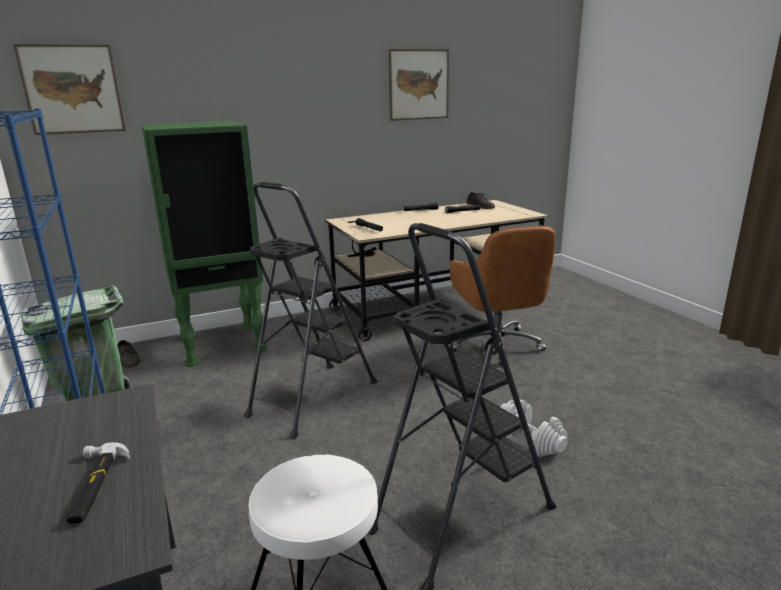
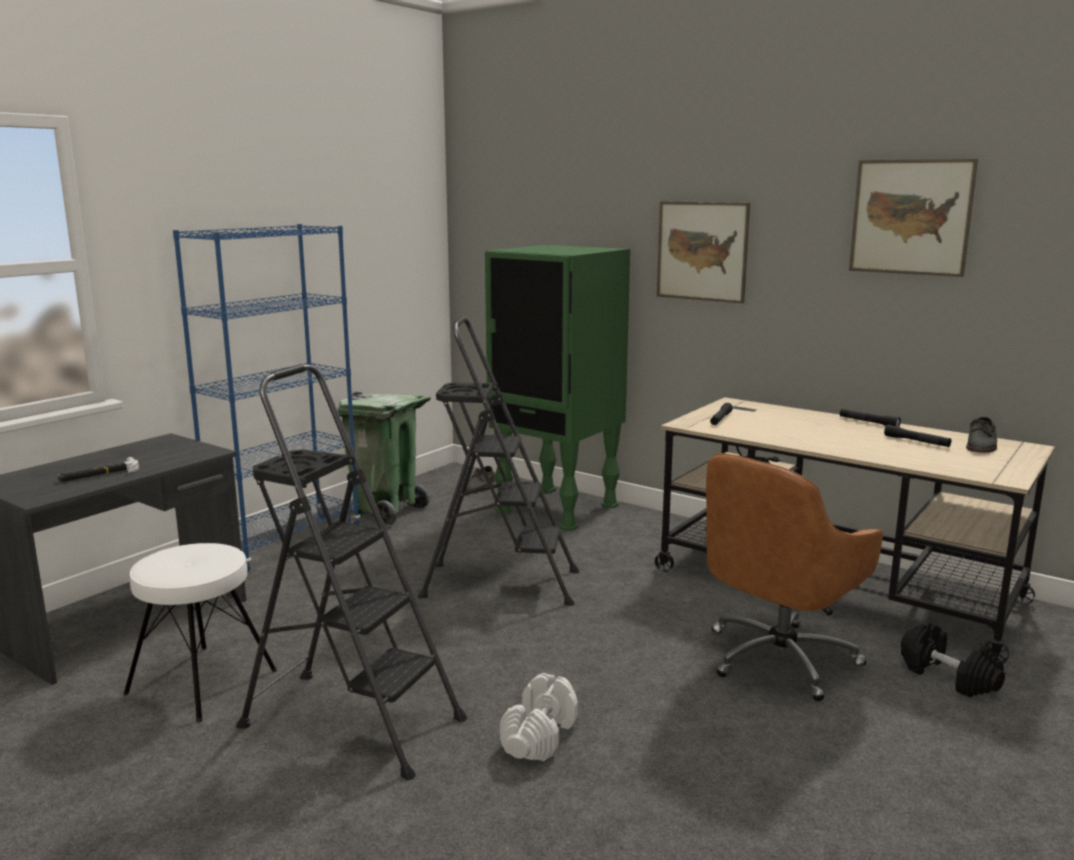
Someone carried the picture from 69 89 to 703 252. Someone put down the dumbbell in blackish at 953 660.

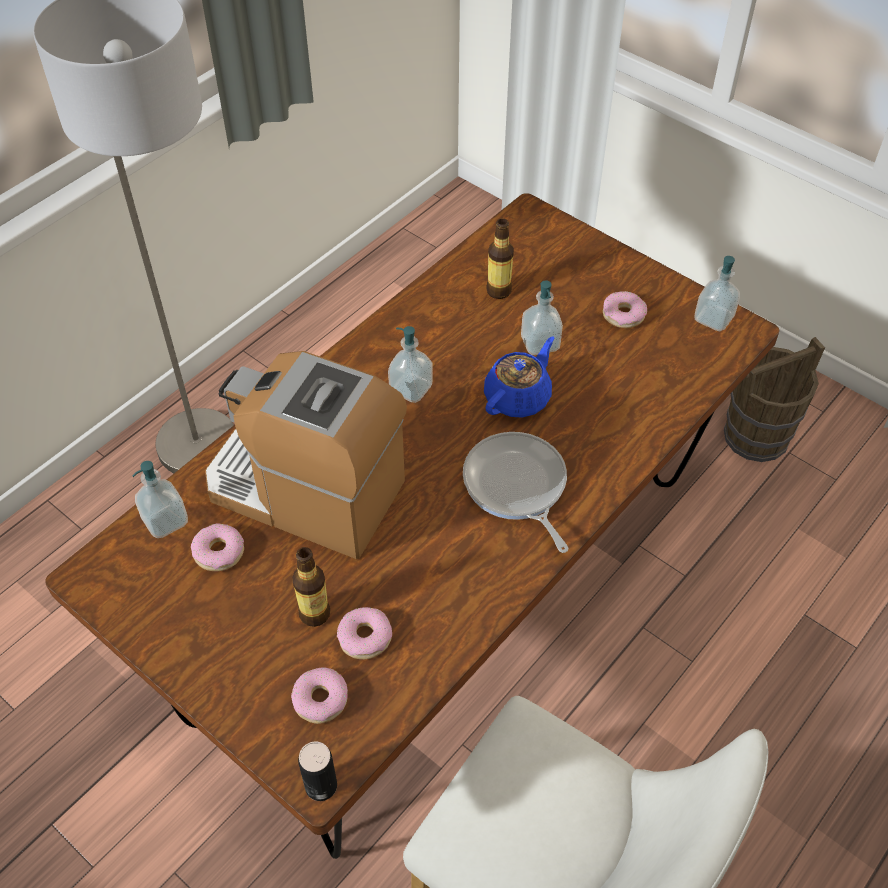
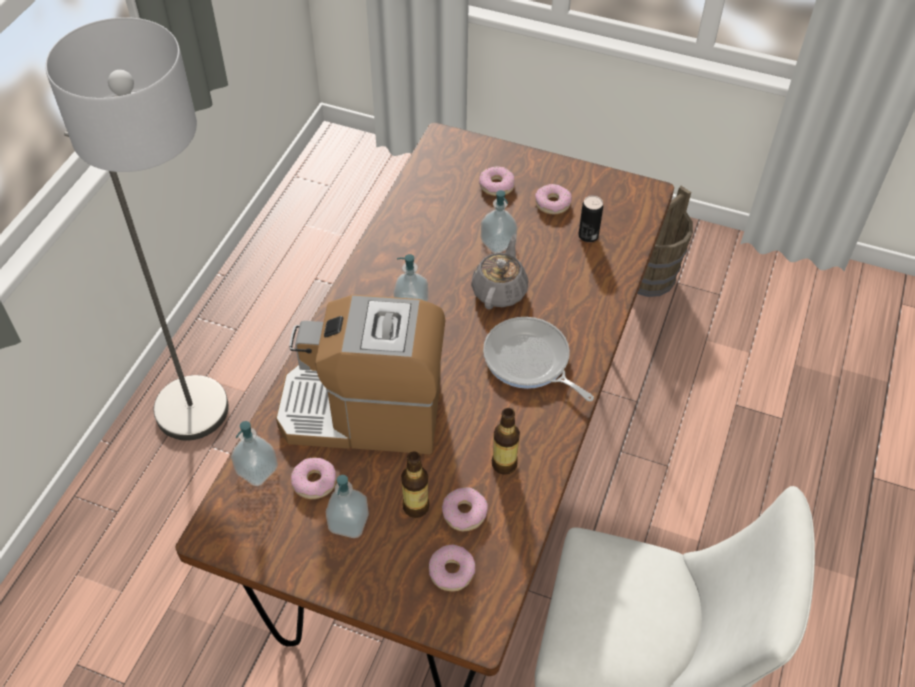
Someone carried the drink bottle from 500 259 to 506 441. Someone carried the liquid soap bottle from 717 293 to 347 506. Someone repainted the teapot in bluish at 519 377, which became the teapot in greyish at 499 271. Someone carried the can from 317 771 to 590 218. Someone put down the doughnut at 496 181.

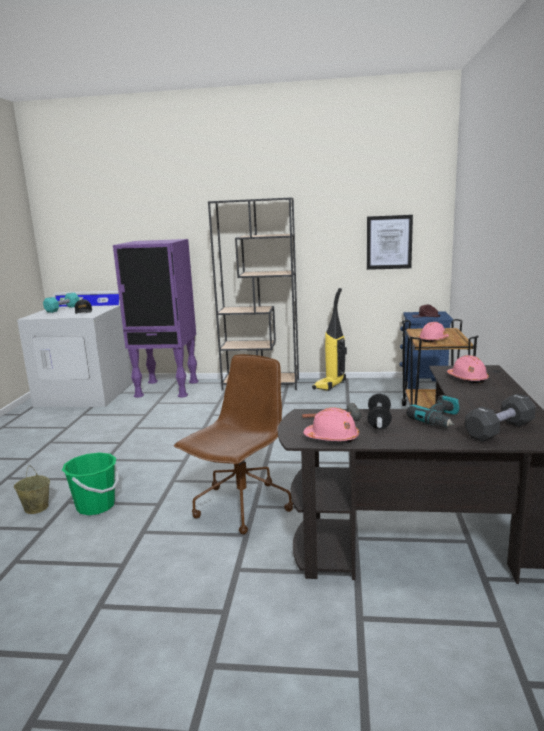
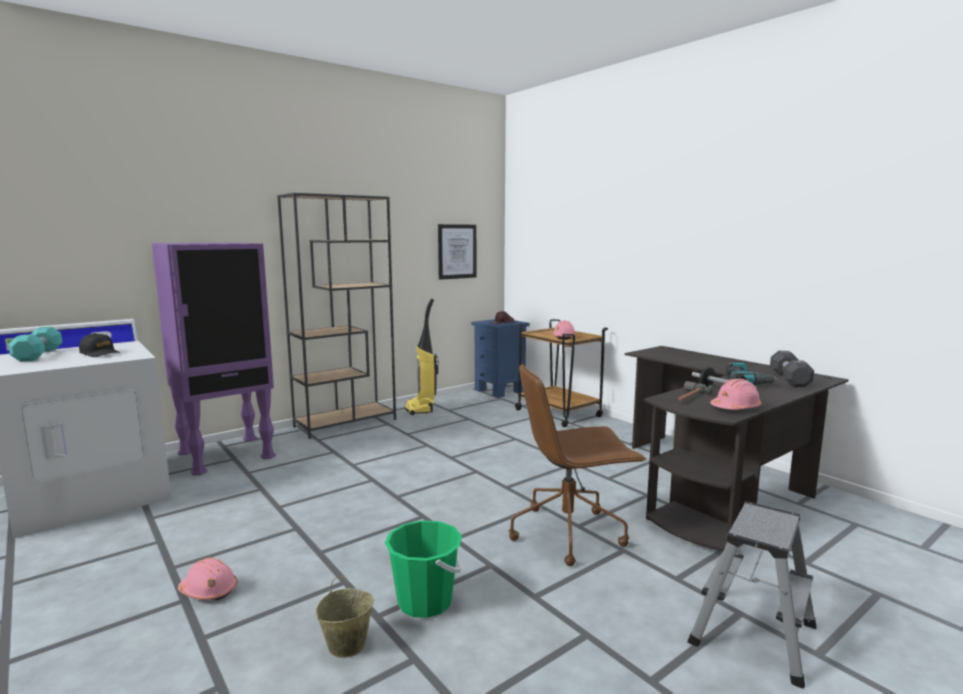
Someone rotated the computer chair in brownish at 233 444 by 90 degrees counterclockwise. Someone carried the work helmet in pink-coloured from 468 369 to 208 579. Someone put down the stepladder in greyish at 752 595.

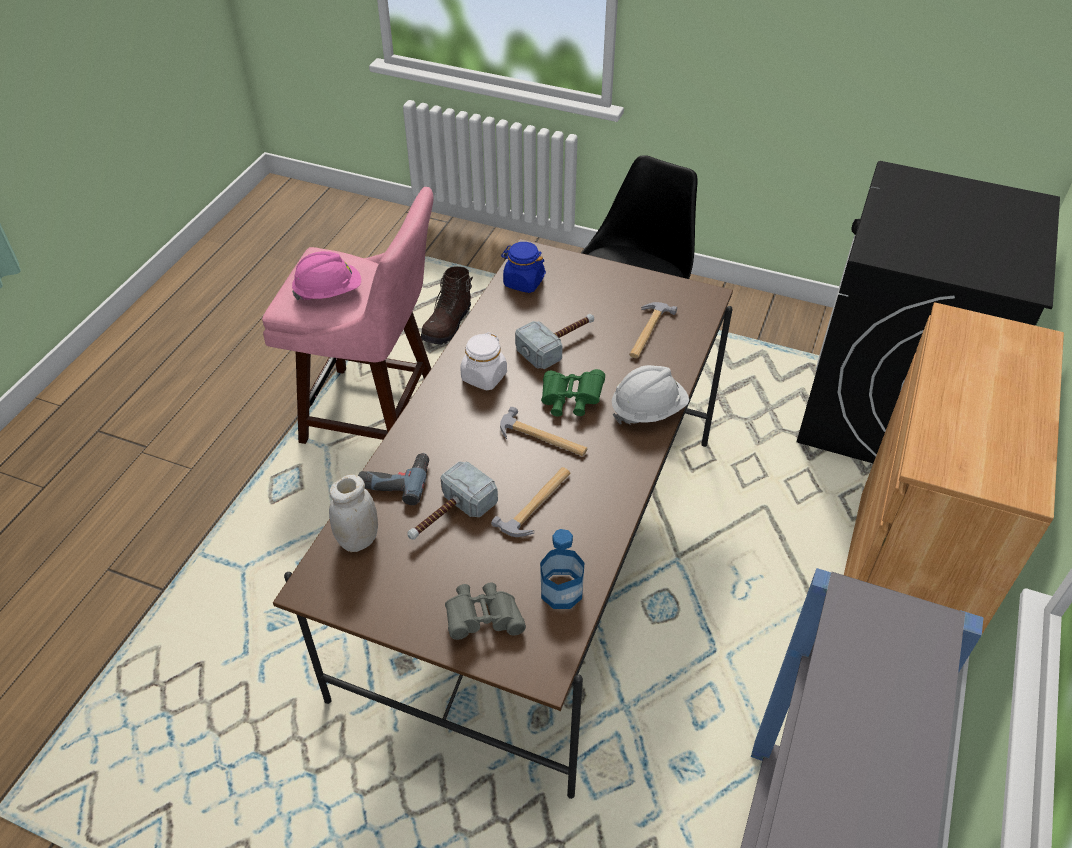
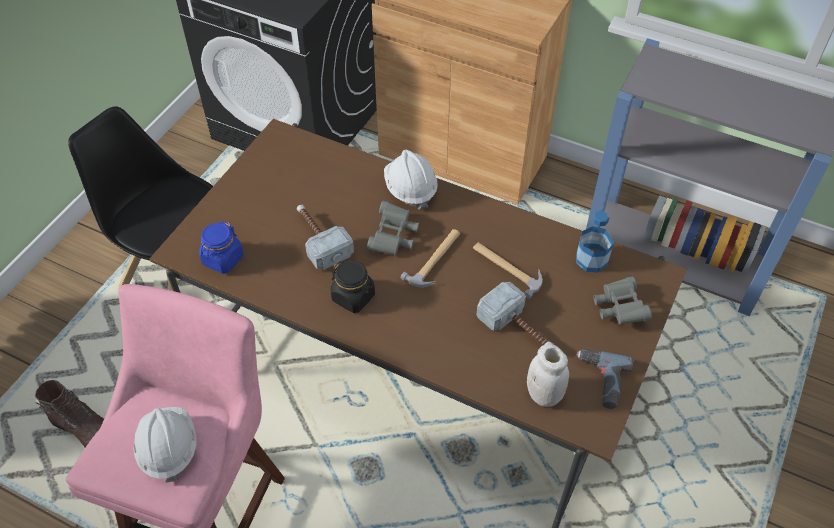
Someone repainted the work helmet in pink-coloured at 326 276, which became the work helmet in white at 165 445. Someone took away the hand hammer at 653 330. Someone repainted the jar in white at 483 361, which became the jar in blackish at 353 287. Someone repainted the pair of binoculars in green-coloured at 573 392, which became the pair of binoculars in greyish at 393 228. Someone carried the drill from 393 479 to 605 379.

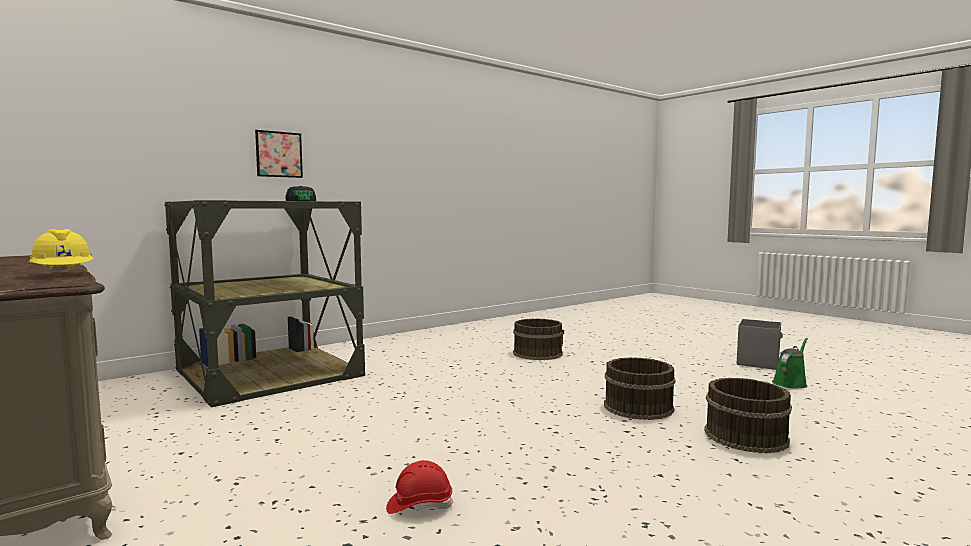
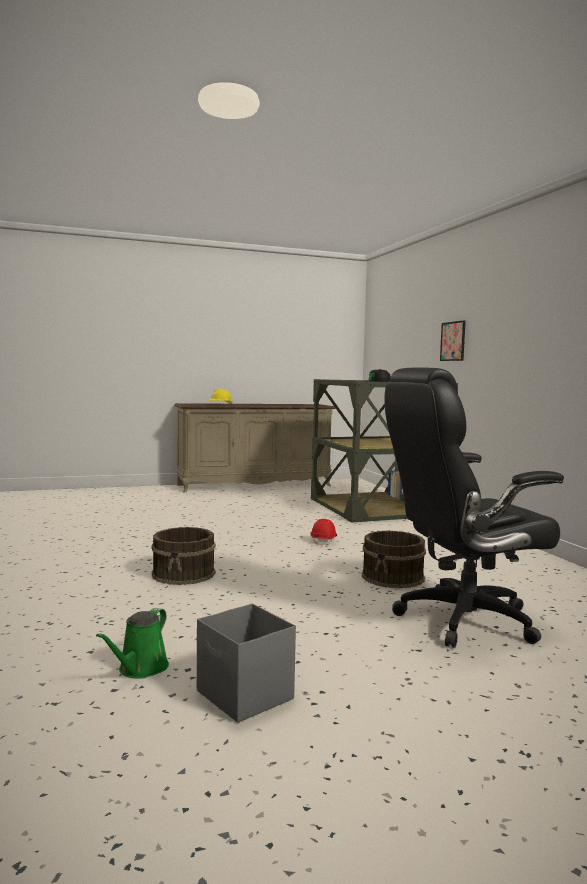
Someone rotated the sprinkling can in green-coloured at 790 363 by 45 degrees clockwise. Someone took away the water bucket in brownish at 748 415. Someone carried the work helmet in red from 419 487 to 323 532. Someone put down the computer chair in blackish at 474 508.

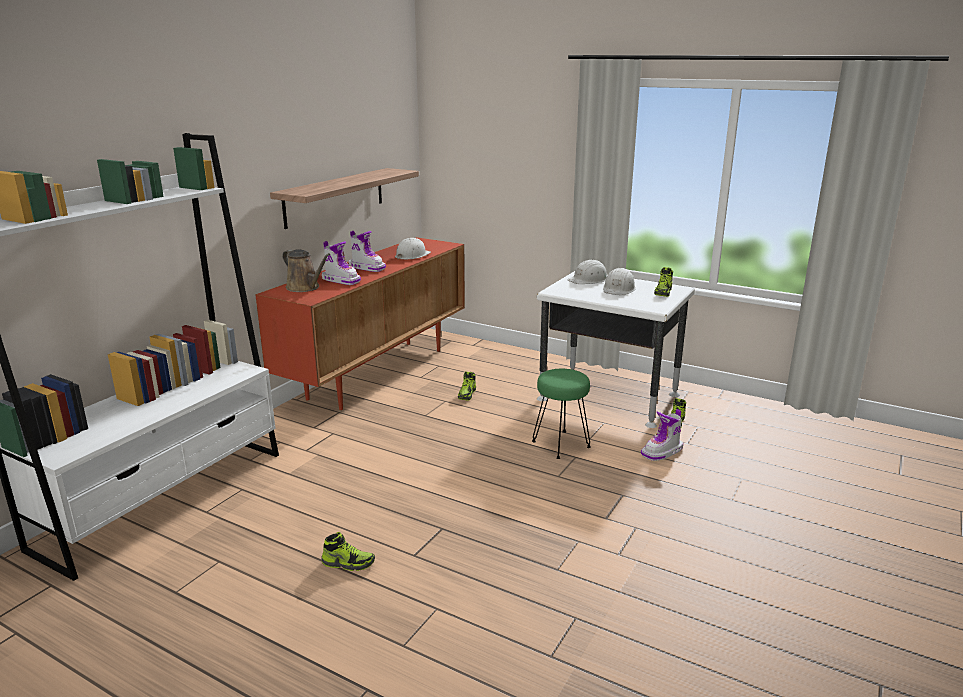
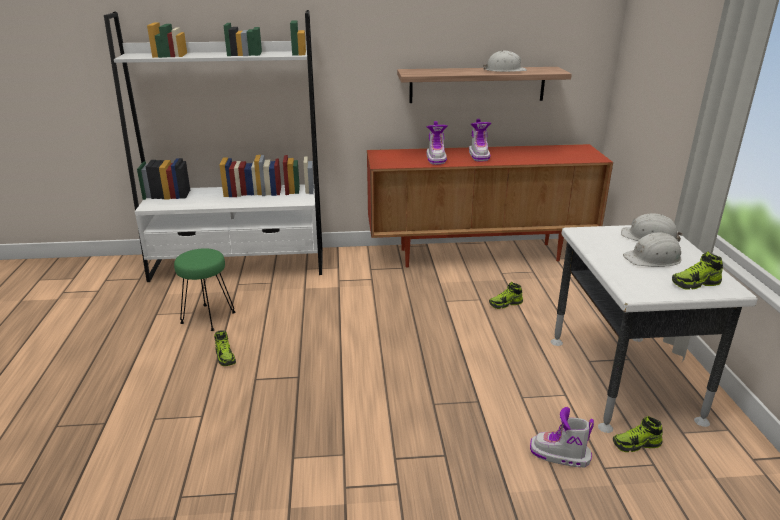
Someone carried the work helmet in white from 413 248 to 505 61. Someone took away the sprinkling can in brownish at 306 270. Someone carried the stool seat in green-coloured from 561 414 to 204 289.

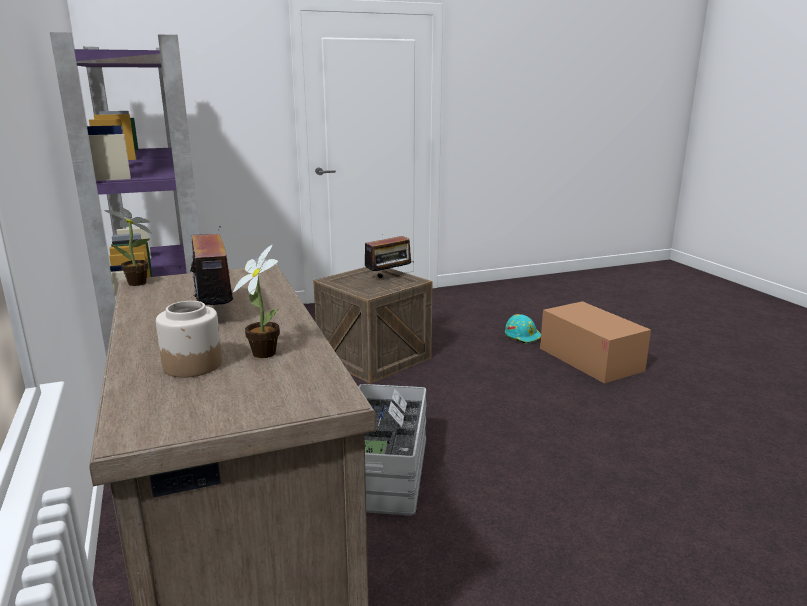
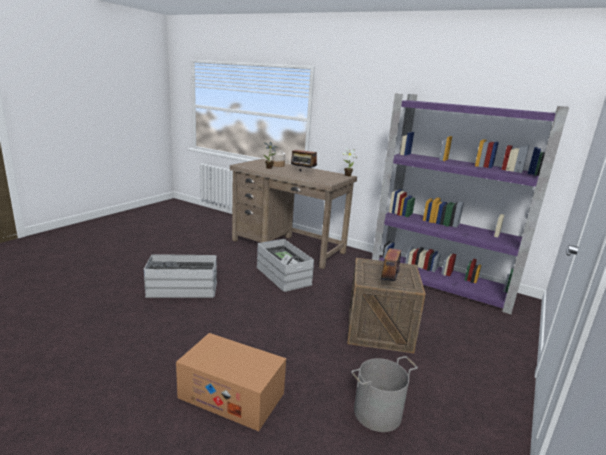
Someone took away the work helmet in turquoise-coloured at 523 329. Someone put down the storage container in greyish at 180 276. Someone put down the water bucket in greyish at 384 394.

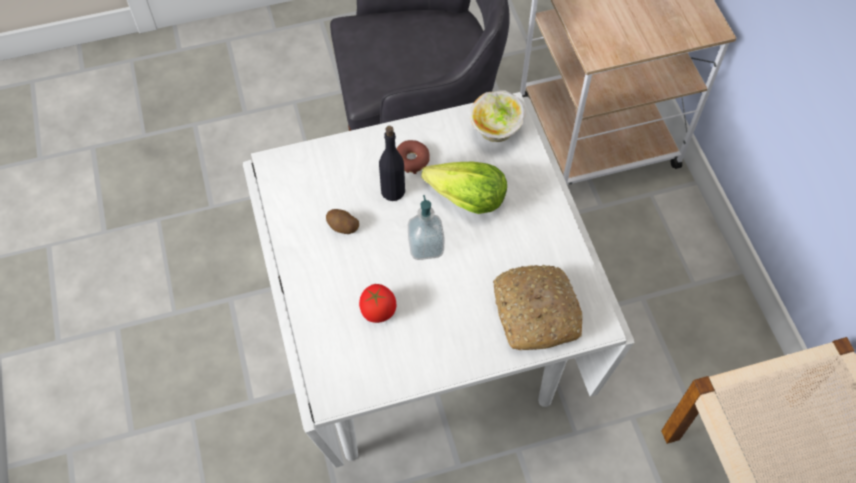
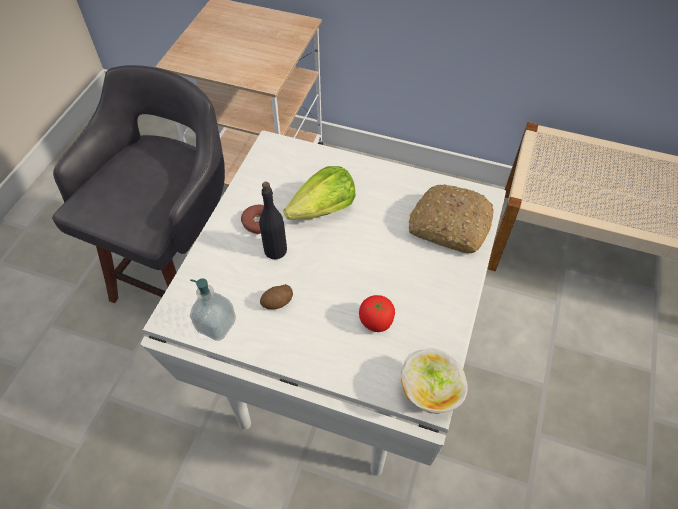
Someone carried the serving bowl from 498 116 to 434 381. Someone carried the liquid soap bottle from 426 227 to 213 309.

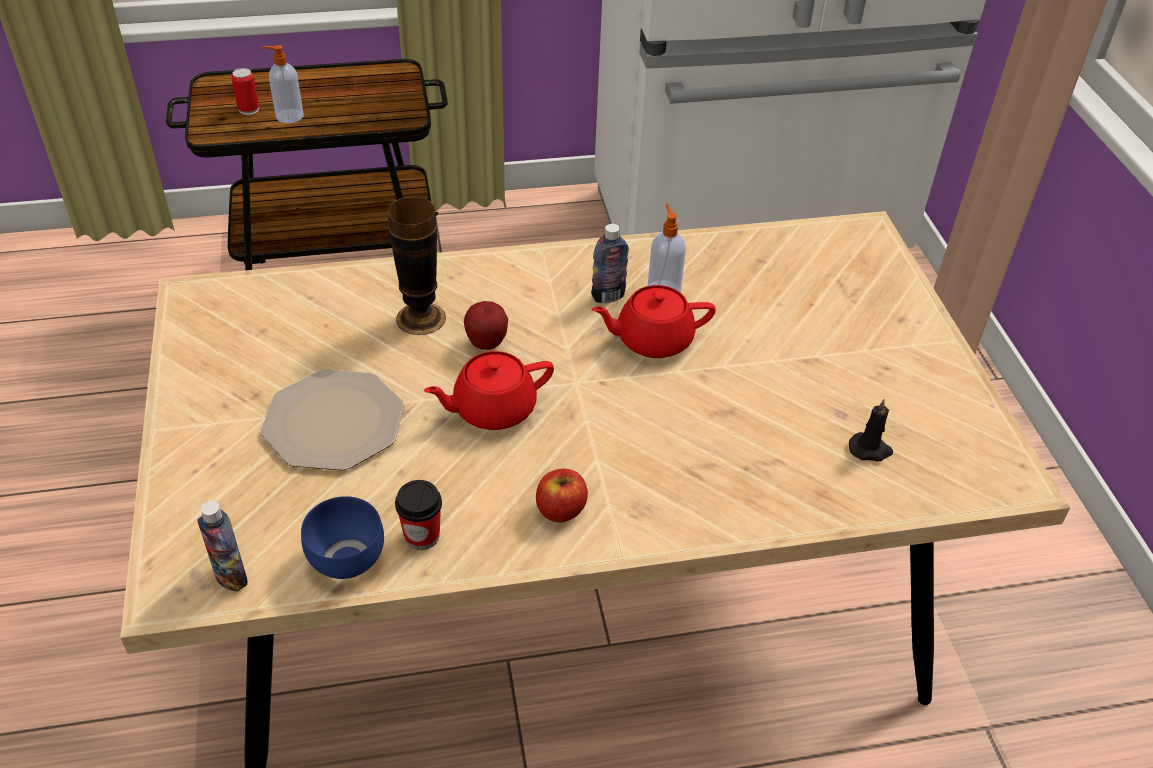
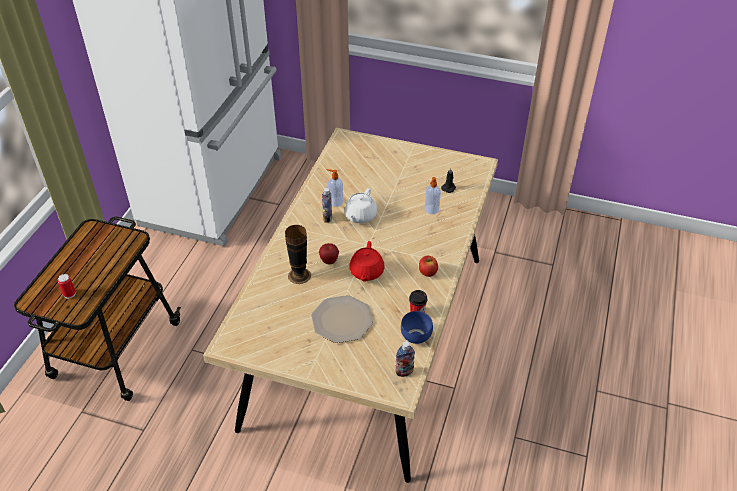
Someone carried the liquid soap bottle from 282 84 to 433 195. Someone repainted the teapot in red at 653 321, which became the teapot in white at 361 205.

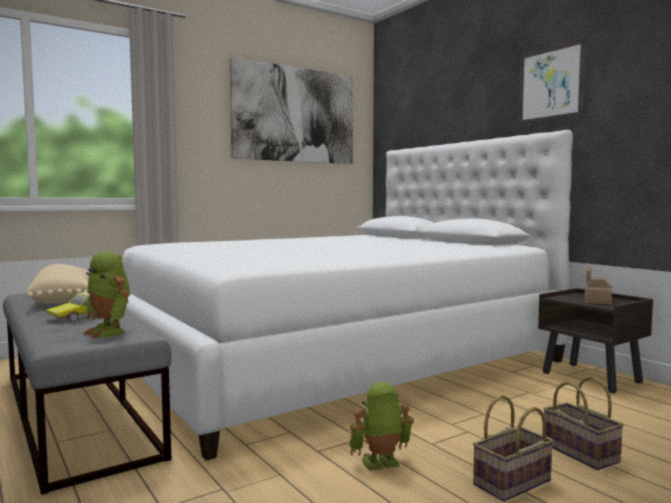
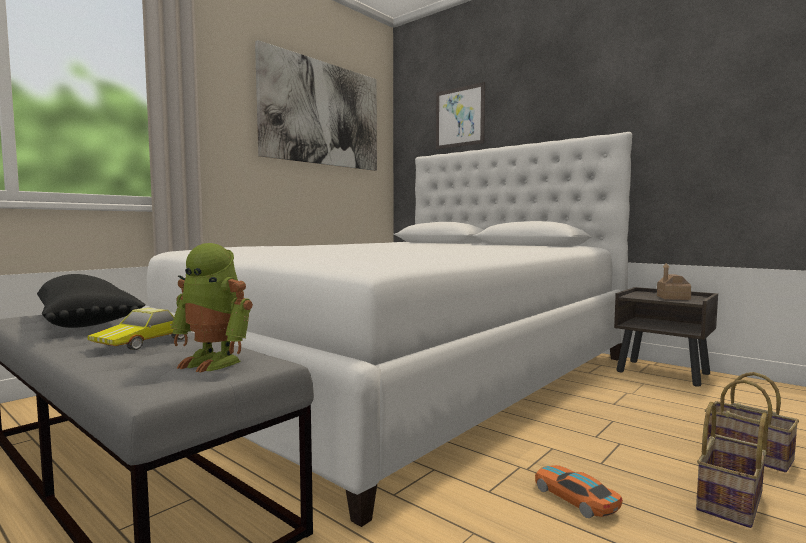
Someone carried the picture from 552 81 to 460 115. Someone repainted the throw pillow in beige-coloured at 57 284, which became the throw pillow in blackish at 91 301. Someone swapped the robot figure at 381 426 for the toy car at 579 491.

